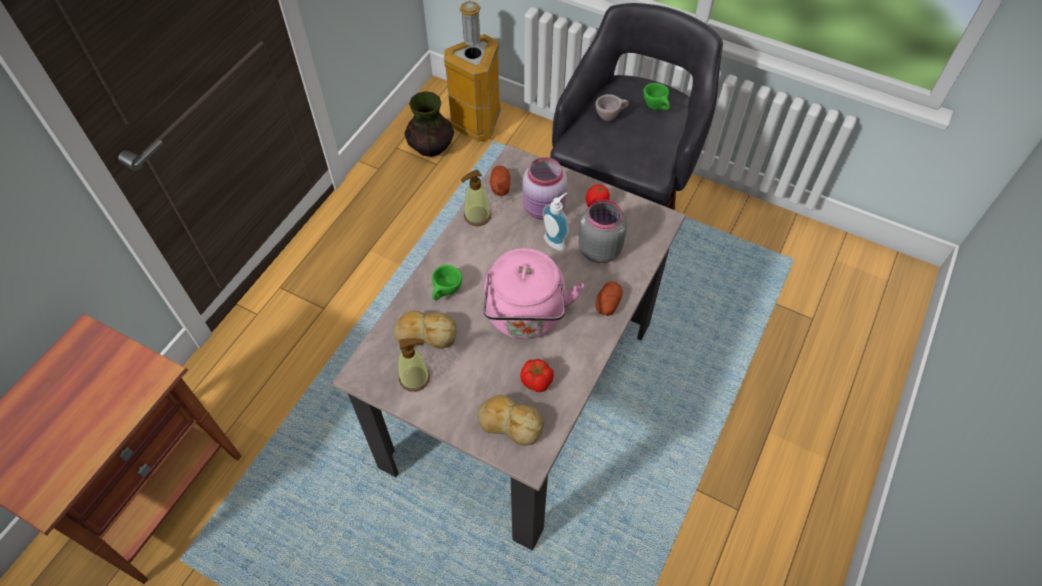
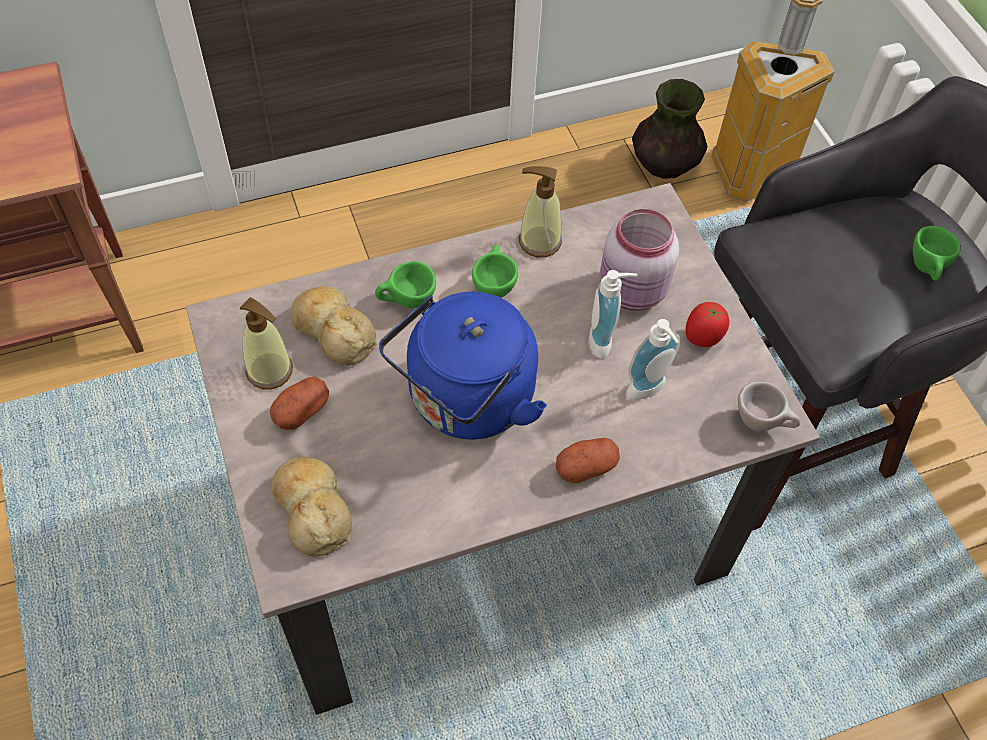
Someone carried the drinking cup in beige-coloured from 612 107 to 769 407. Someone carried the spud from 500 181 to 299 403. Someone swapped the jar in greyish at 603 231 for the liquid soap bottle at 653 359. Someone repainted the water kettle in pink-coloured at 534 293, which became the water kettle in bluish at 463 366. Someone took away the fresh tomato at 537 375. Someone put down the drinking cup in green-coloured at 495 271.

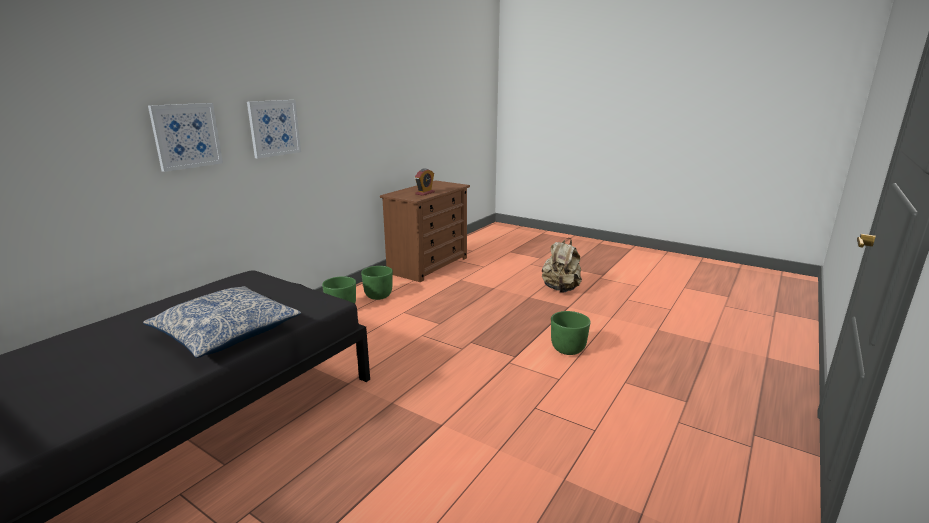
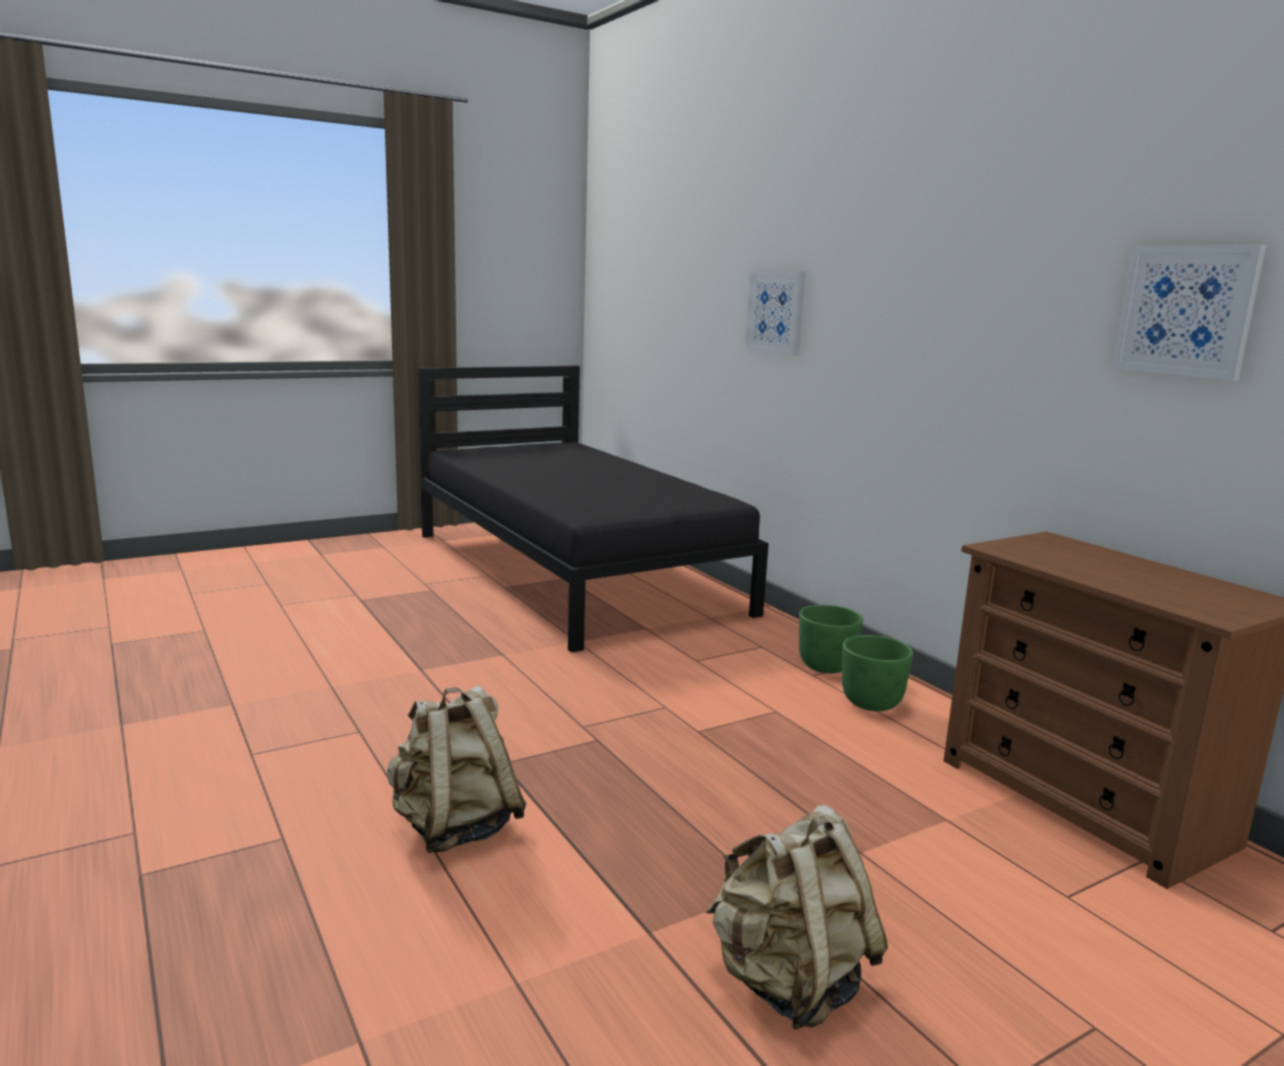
Someone carried the picture from 274 129 to 1189 313. Someone took away the table clock at 425 182. Someone took away the throw pillow at 222 322. Someone swapped the plant pot in green-coloured at 571 333 for the knapsack in beige-coloured at 457 769.

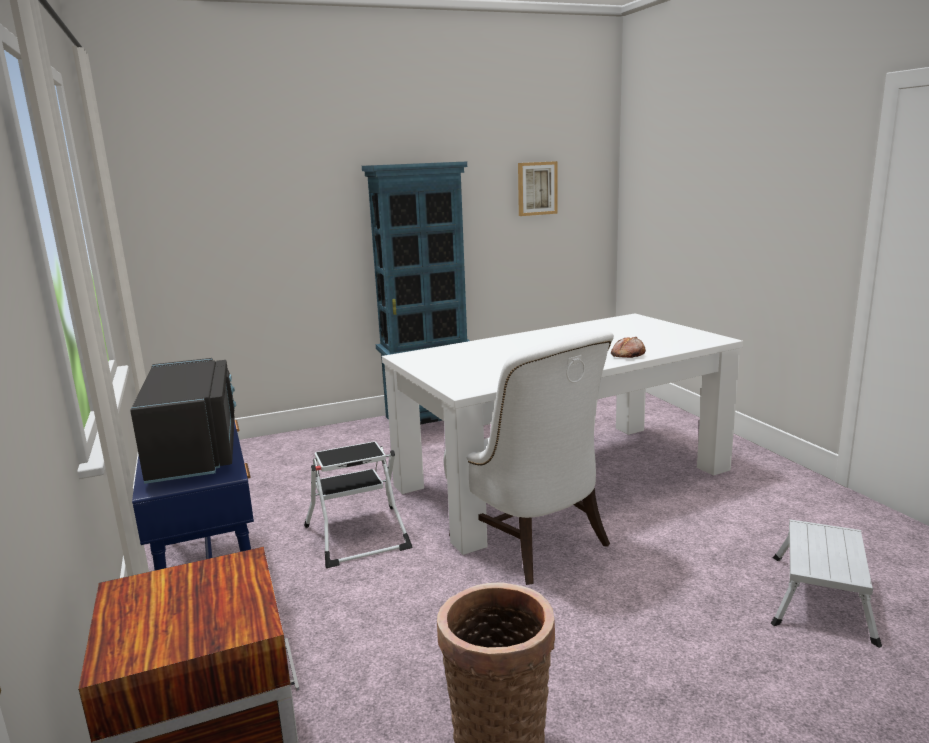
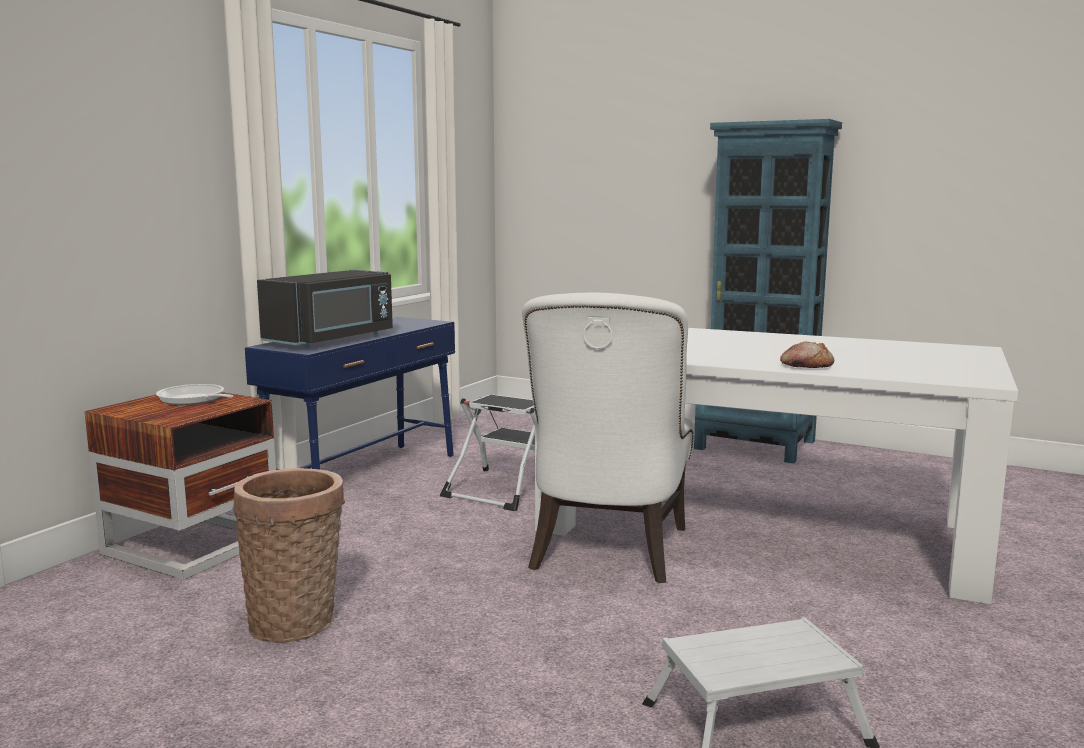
Someone took away the picture at 538 188. Someone put down the skillet at 194 394.

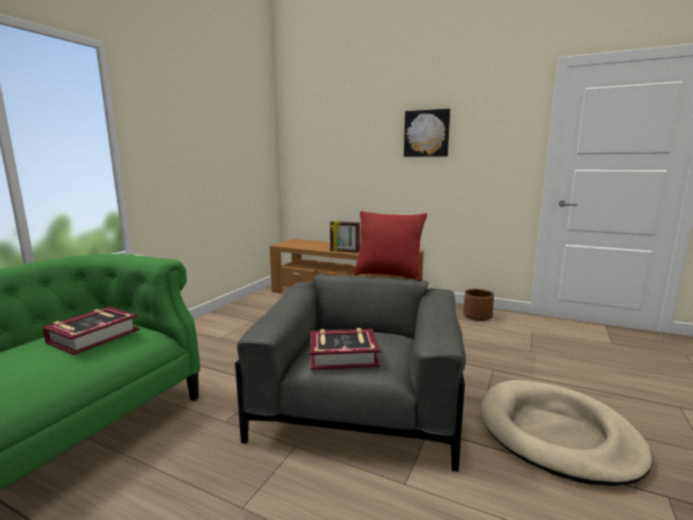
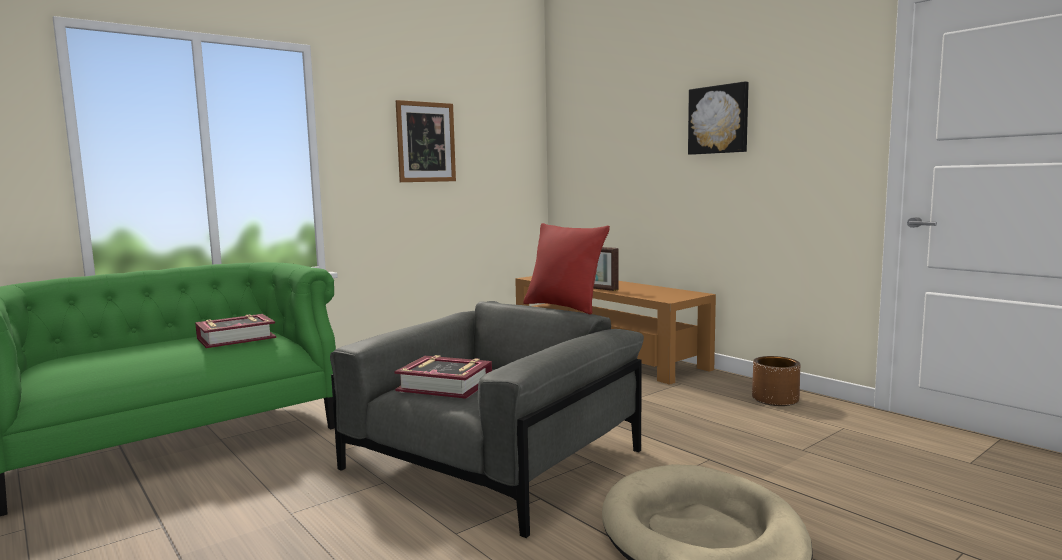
Someone put up the picture at 426 141.

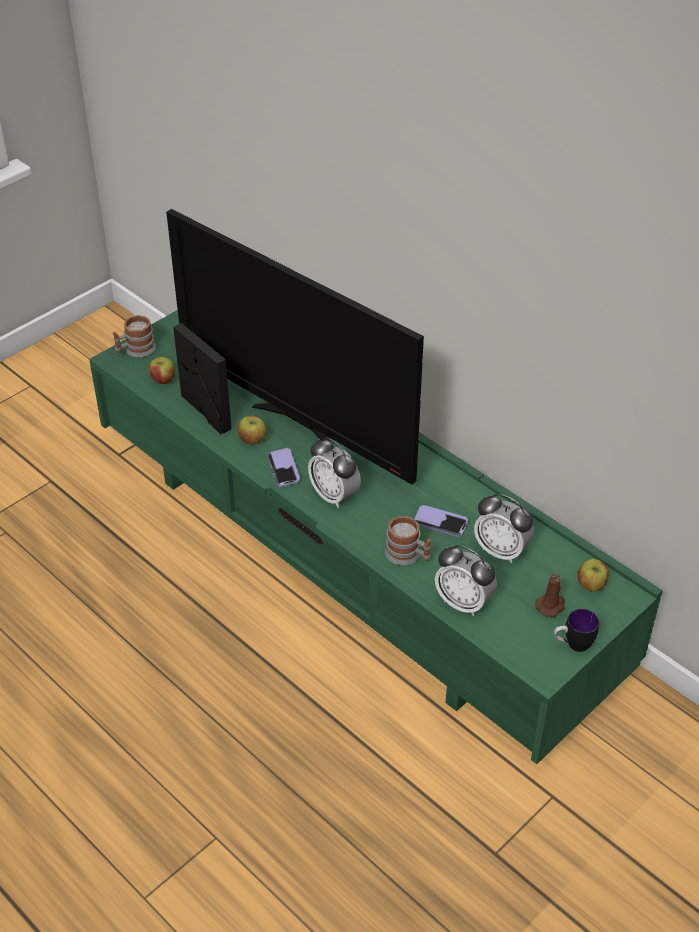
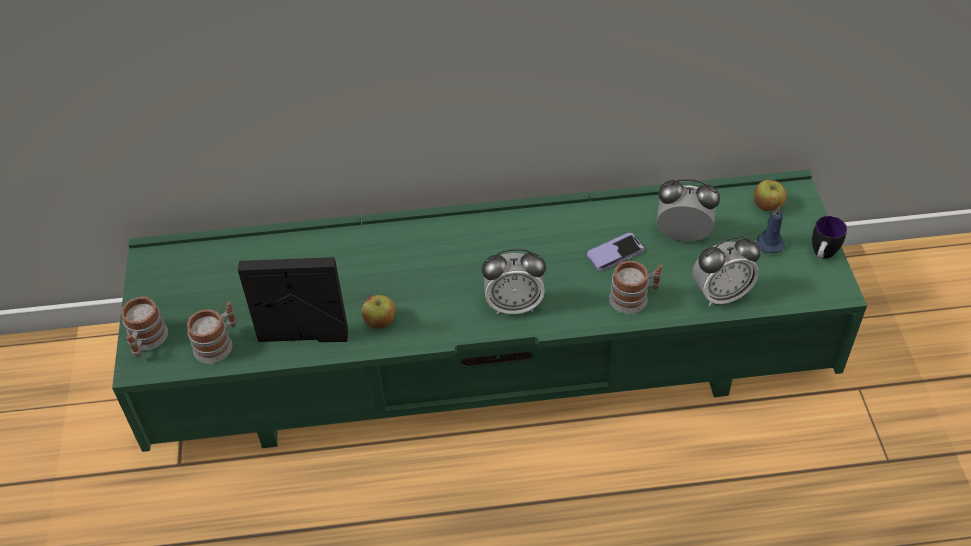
Someone took away the television at 295 347. Someone swapped the apple at 162 370 for the tea mug at 212 332. Someone took away the telephone at 283 467. Someone rotated the table clock at 504 528 by 150 degrees counterclockwise. Someone repainted the candle in brownish at 550 594, which became the candle in bluish at 771 229.

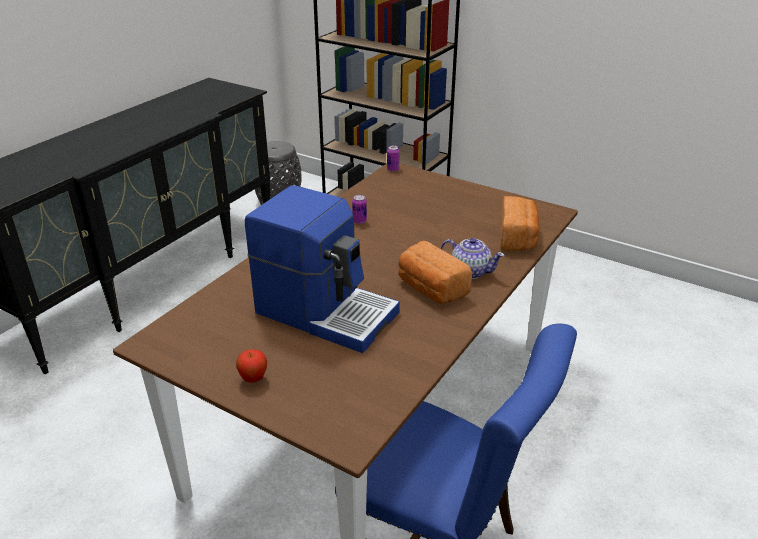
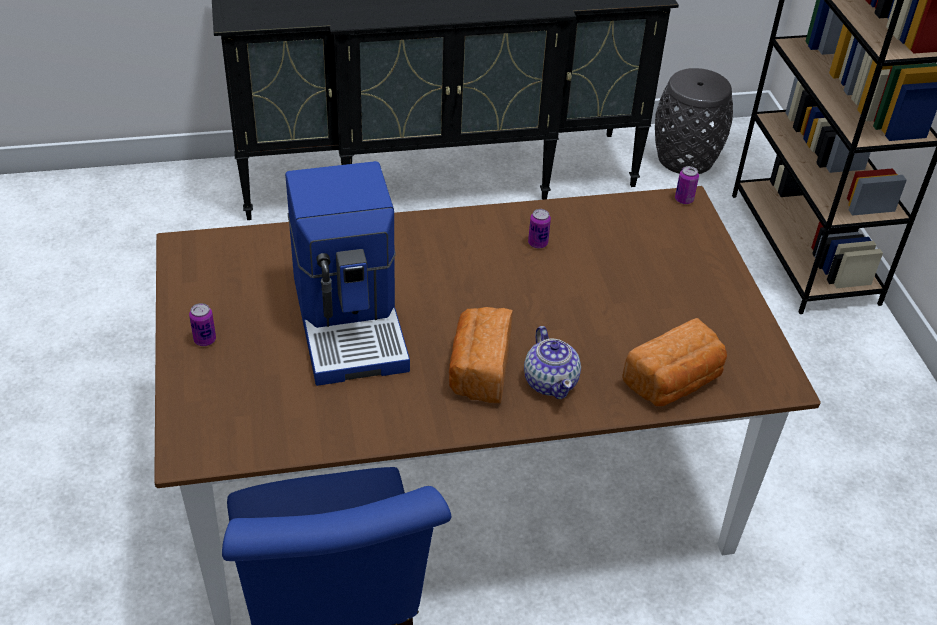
Someone swapped the apple at 251 365 for the can at 202 324.

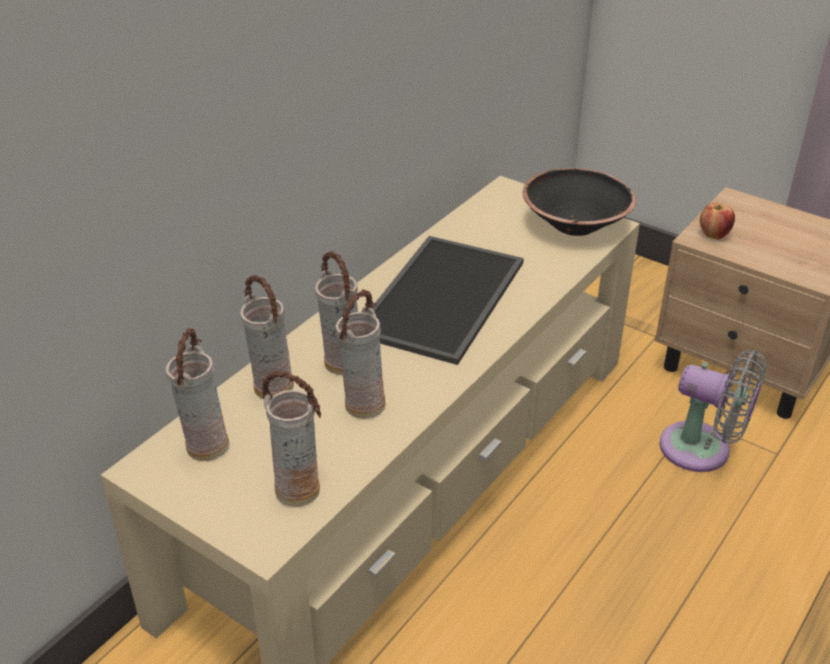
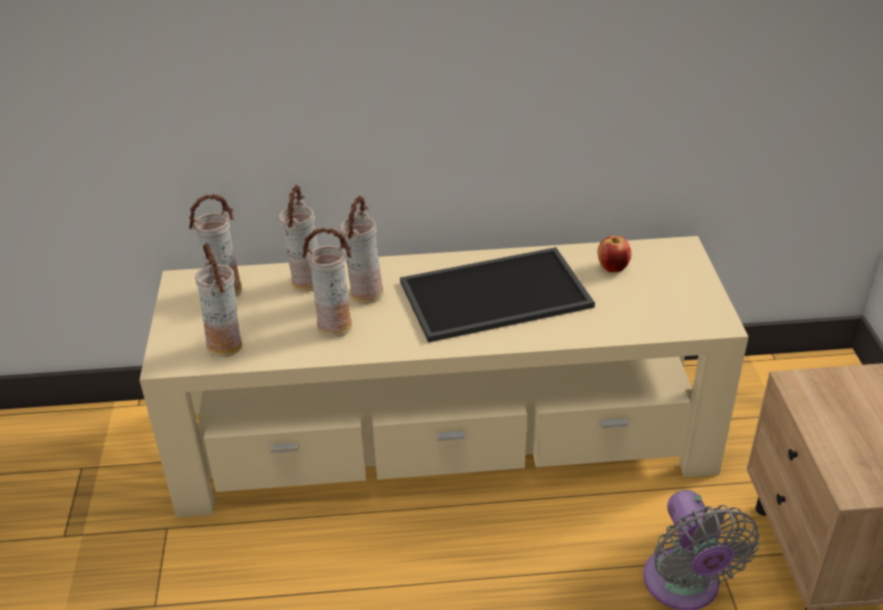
Someone took away the serving bowl in blackish at 579 202. Someone carried the apple from 717 221 to 614 254.

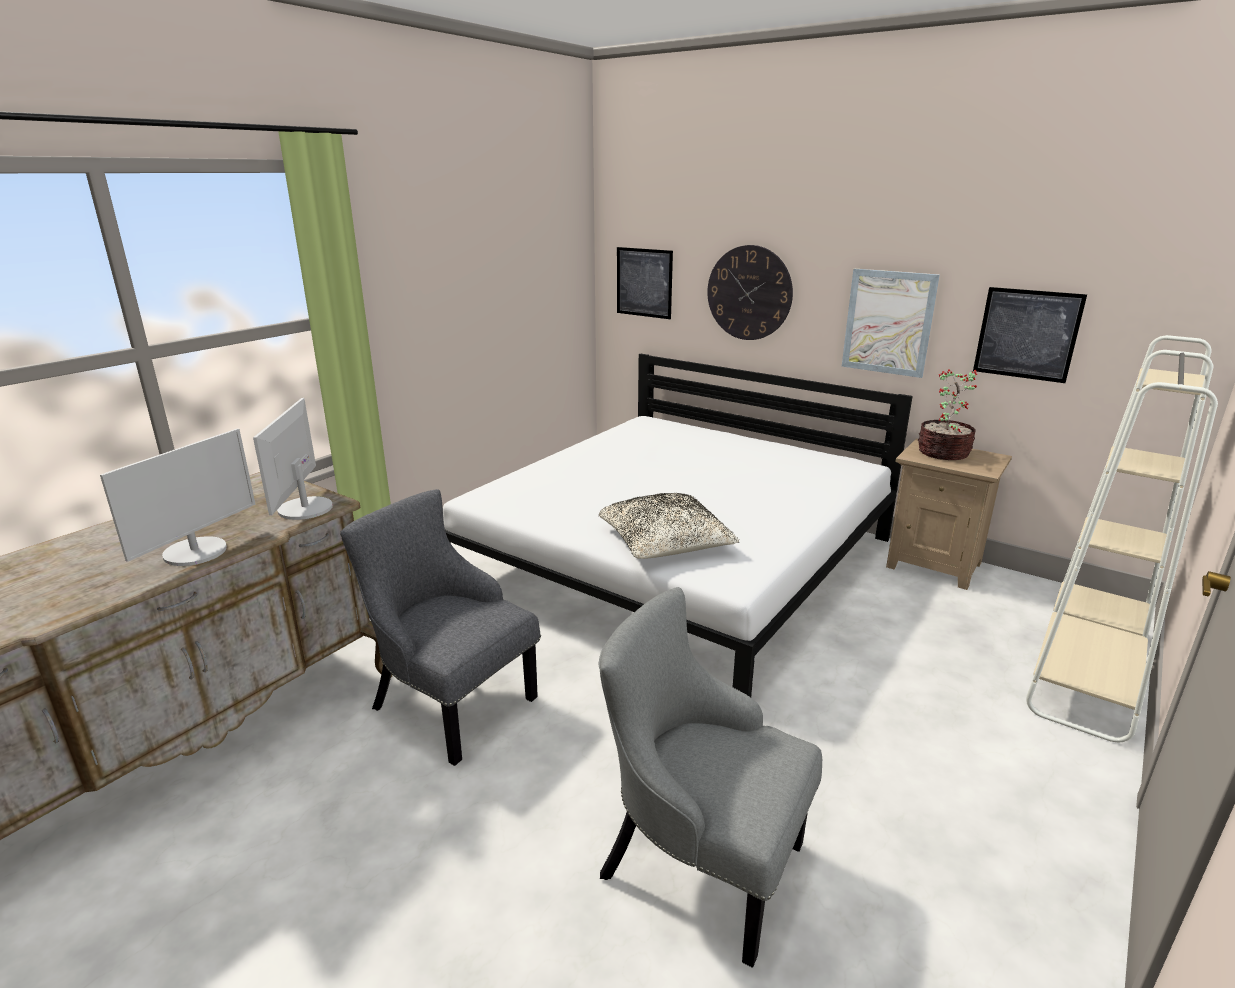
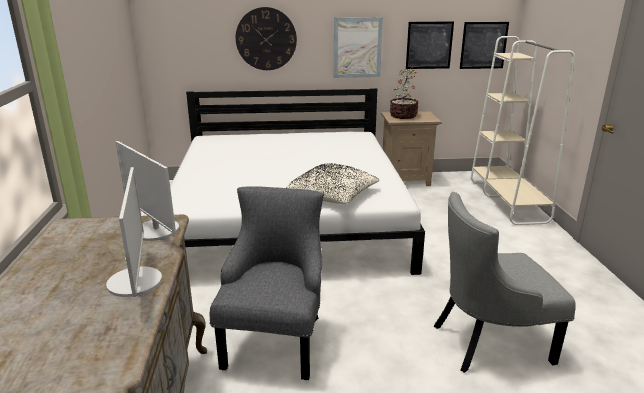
Someone carried the picture from 645 283 to 484 45. Someone rotated the lounge chair in greyish at 440 627 by 105 degrees clockwise.

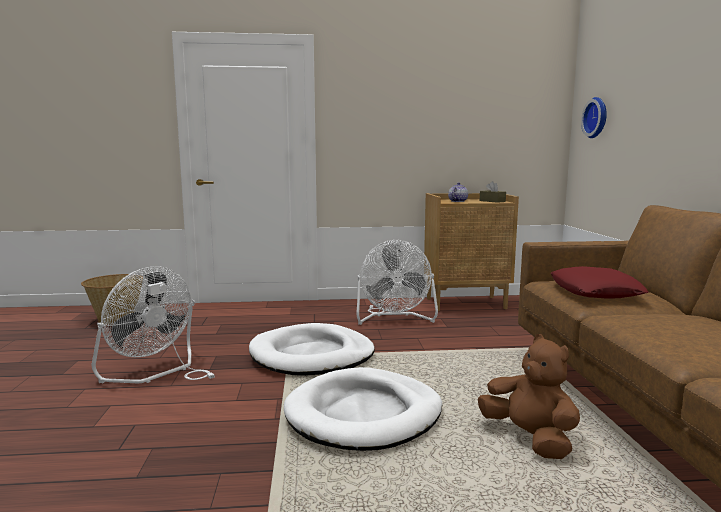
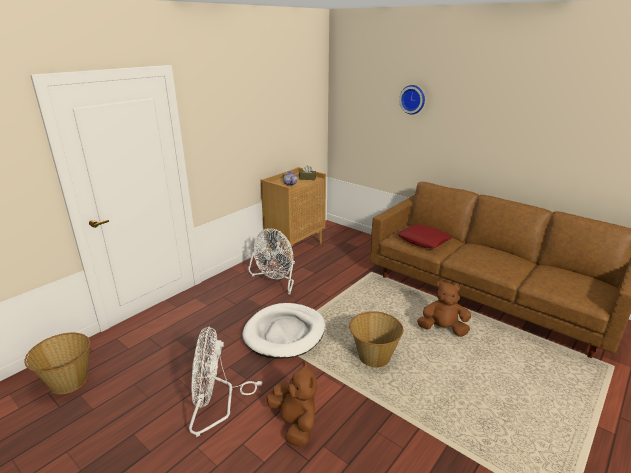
Someone carried the clock on the wall from 594 117 to 412 99. Someone rotated the fan in white at 397 282 by 90 degrees clockwise. Someone swapped the dog bed in white at 363 409 for the basket at 376 339. Someone put down the cuddly toy in brownish at 291 404.

